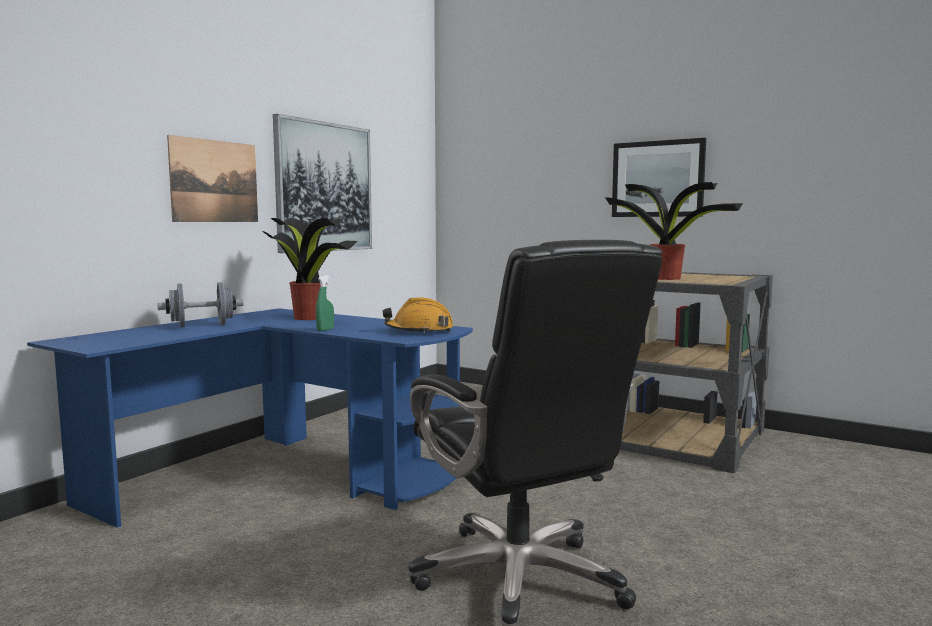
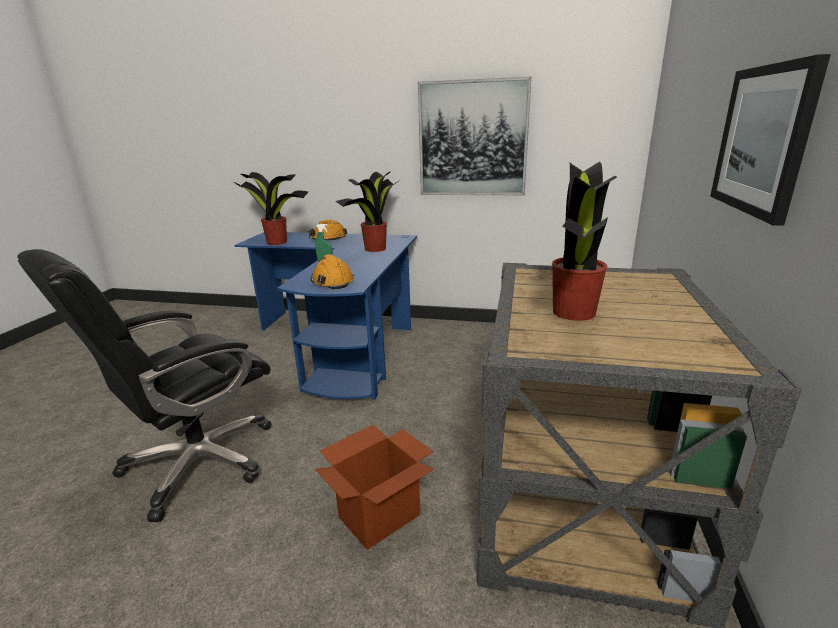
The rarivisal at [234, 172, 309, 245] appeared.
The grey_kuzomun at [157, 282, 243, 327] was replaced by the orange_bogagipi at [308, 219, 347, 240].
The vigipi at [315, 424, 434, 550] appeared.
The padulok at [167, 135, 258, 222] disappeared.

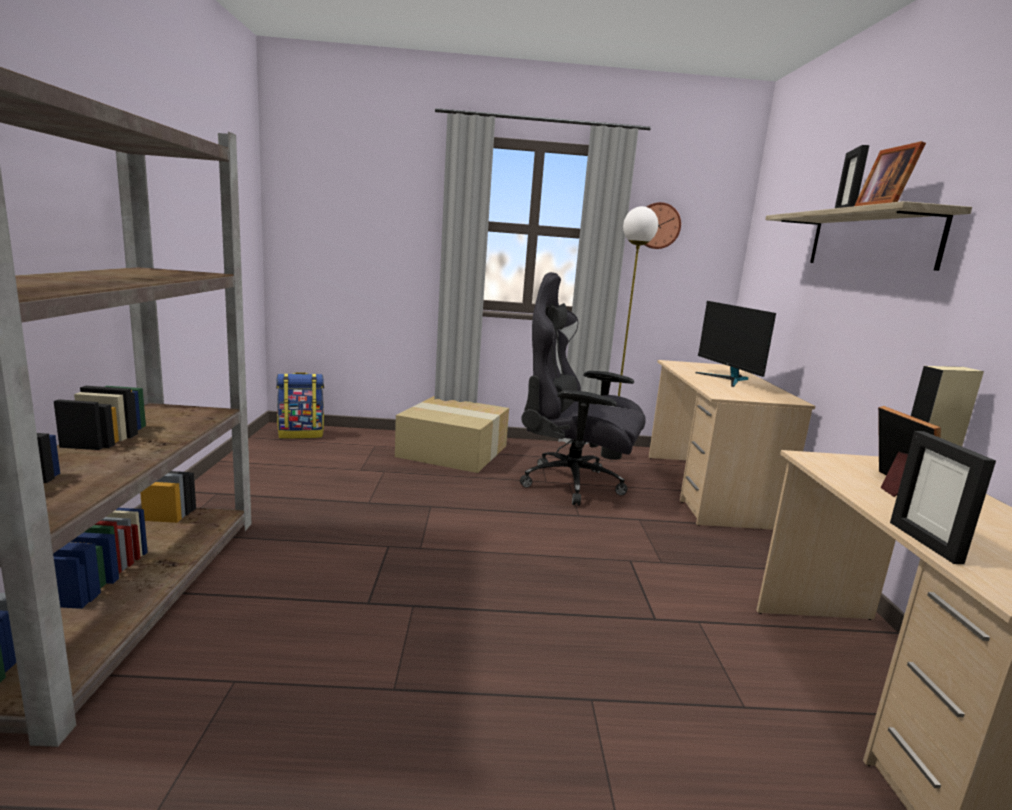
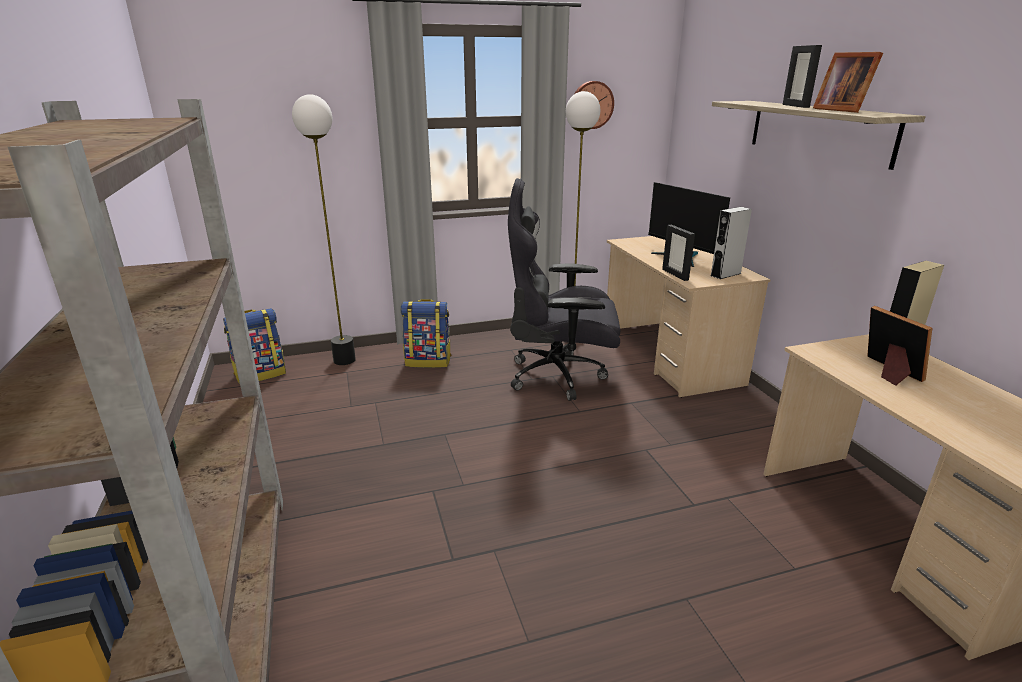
The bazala at [292, 94, 356, 365] appeared.
The vigipi at [395, 396, 509, 473] was replaced by the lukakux at [400, 299, 451, 368].
The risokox moved from [890, 431, 996, 564] to [662, 225, 695, 281].
The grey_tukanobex at [711, 207, 752, 279] appeared.

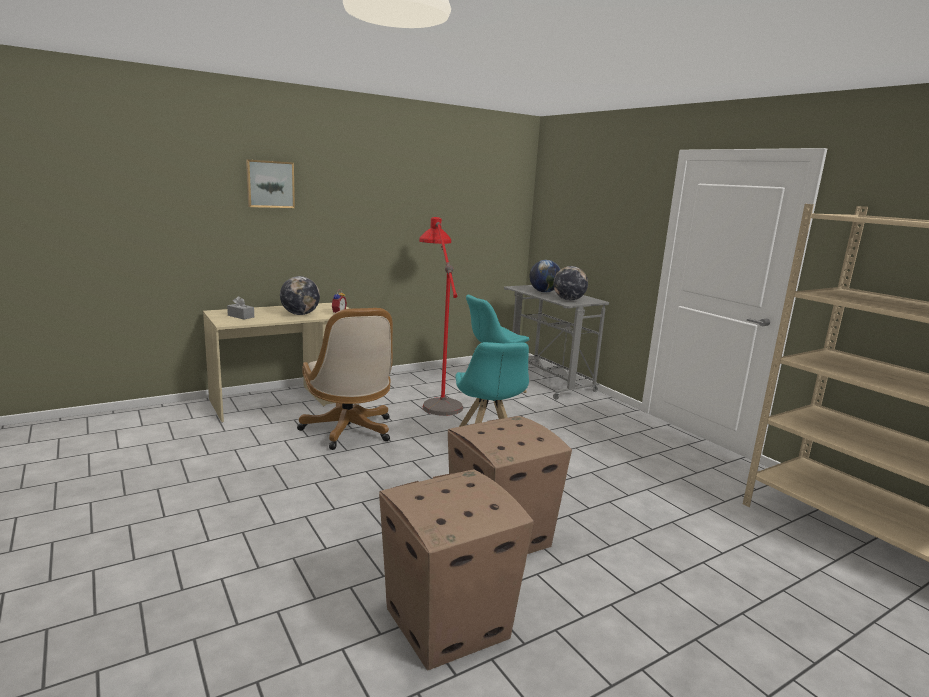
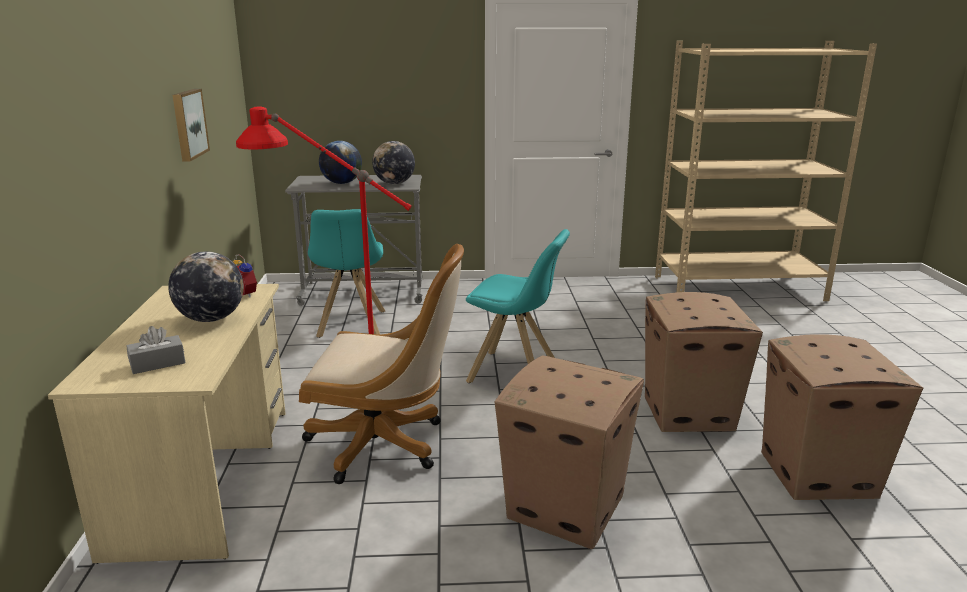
The padulok moved from [246, 160, 295, 208] to [173, 89, 210, 161].
The vigipi at [495, 355, 644, 549] appeared.

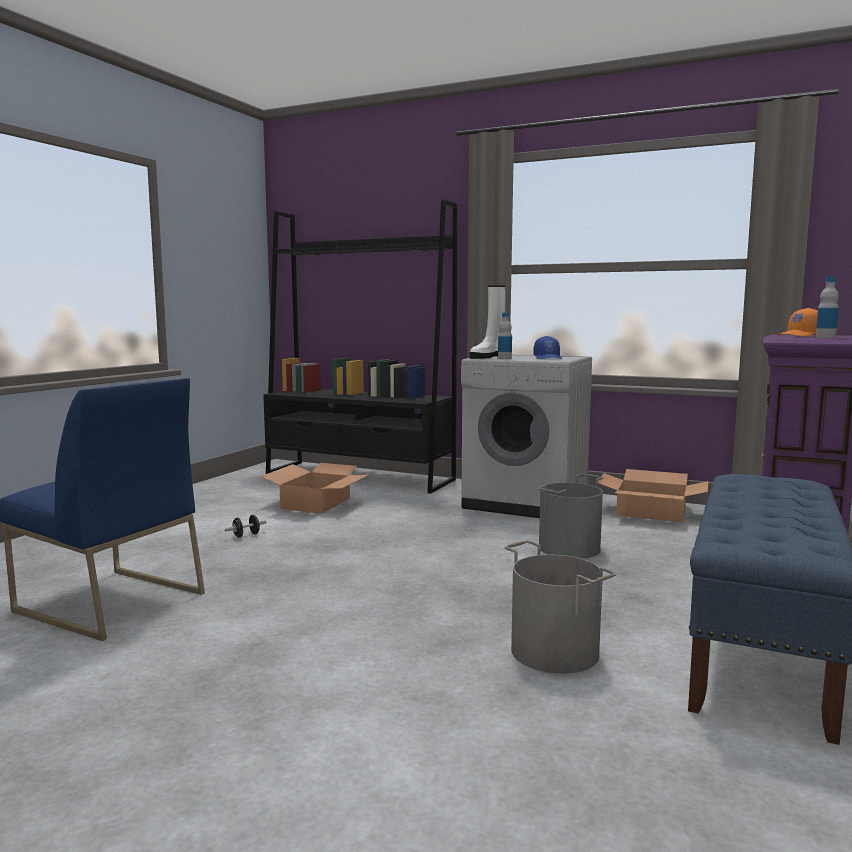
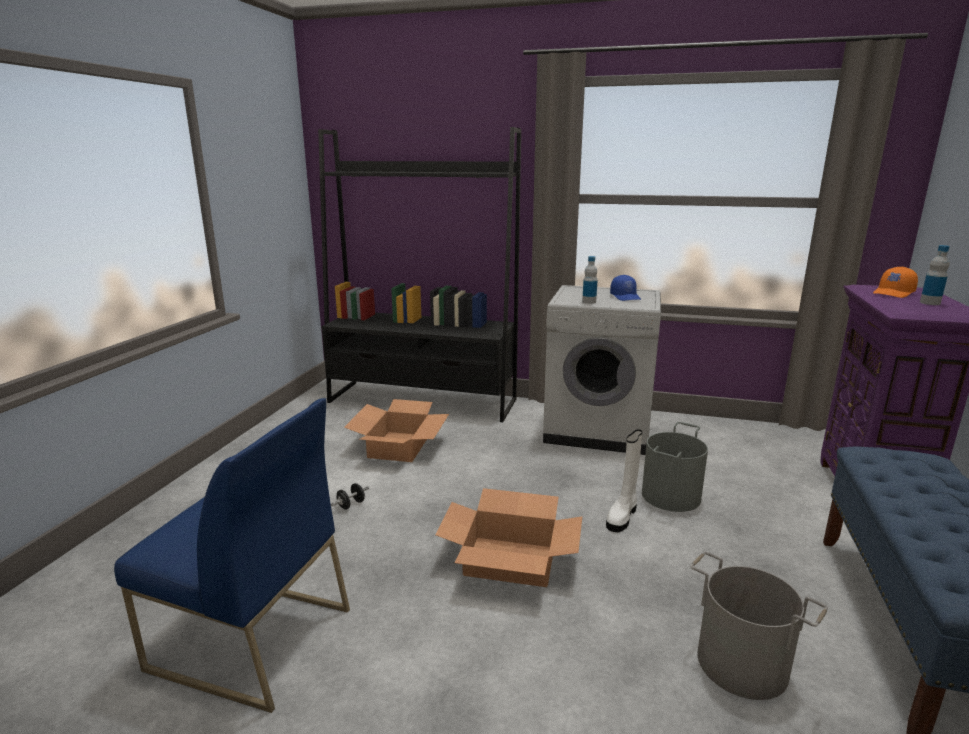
The vigipi moved from [598, 469, 708, 522] to [436, 488, 582, 587].
The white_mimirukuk moved from [469, 285, 506, 359] to [606, 429, 642, 532].

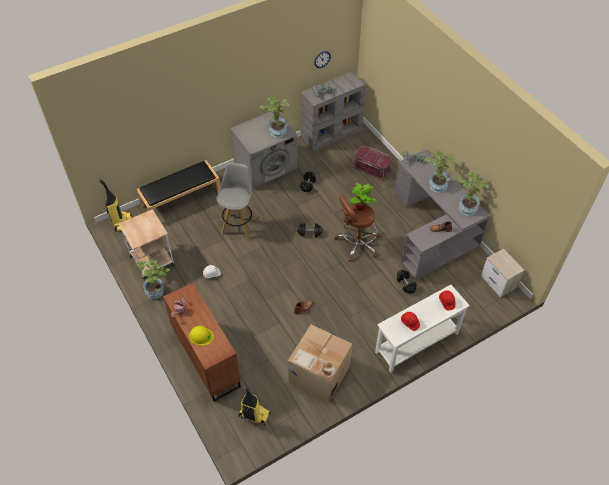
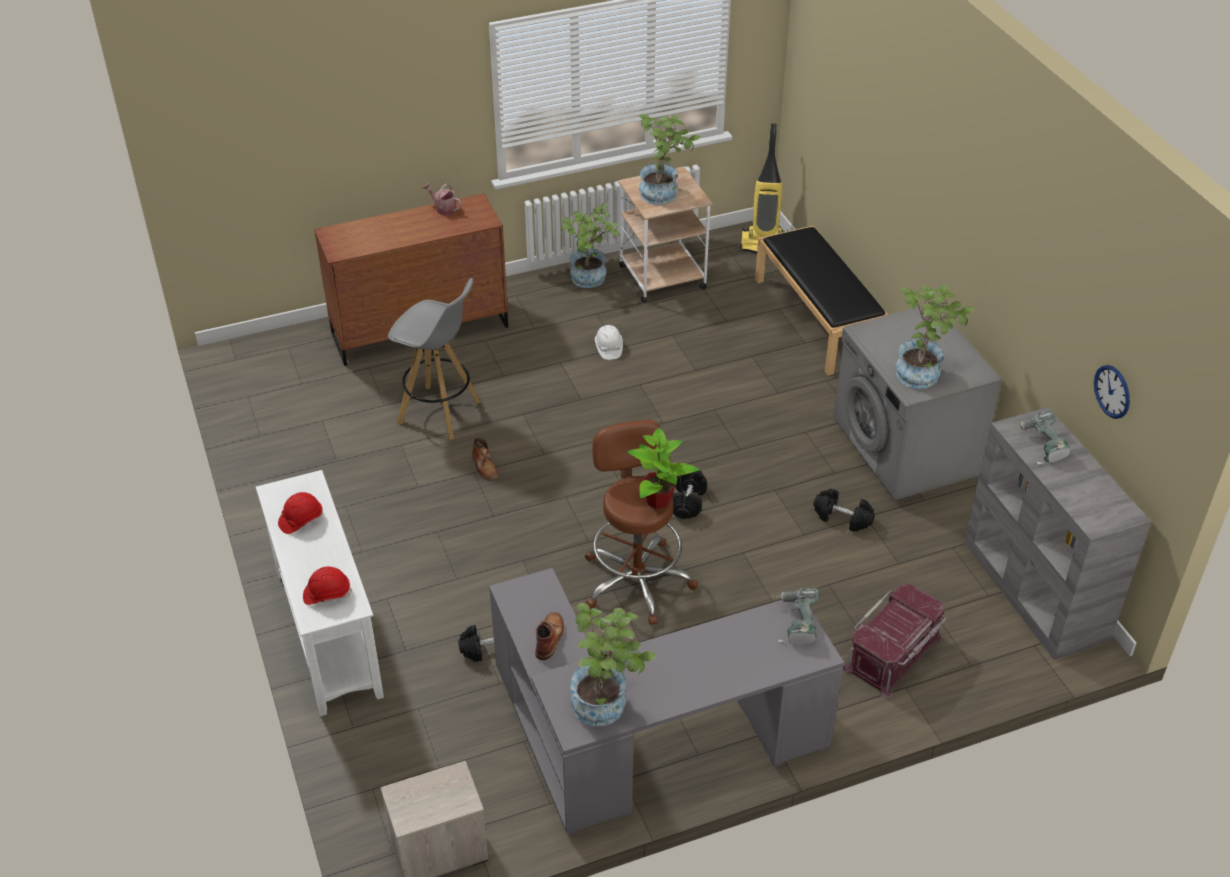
The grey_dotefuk moved from [216, 163, 256, 240] to [388, 278, 481, 440].
The rarivisal moved from [424, 149, 457, 193] to [639, 114, 700, 205].
The yellow_bogagipi at [189, 326, 214, 346] disappeared.
The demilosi at [238, 388, 271, 425] disappeared.
The vigipi at [288, 324, 352, 402] disappeared.

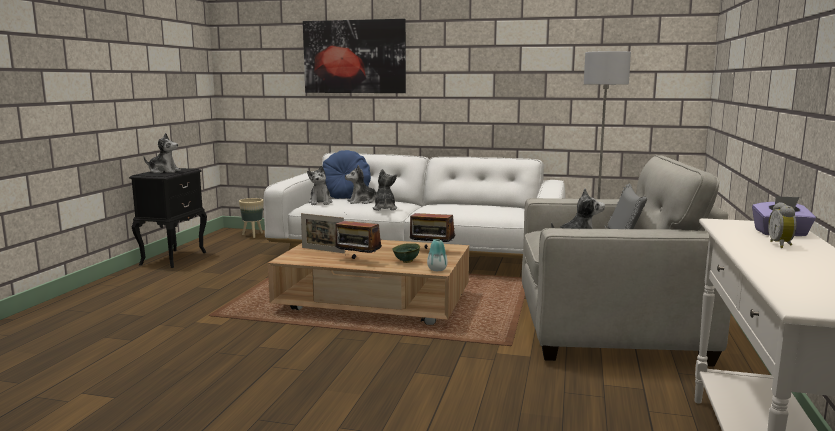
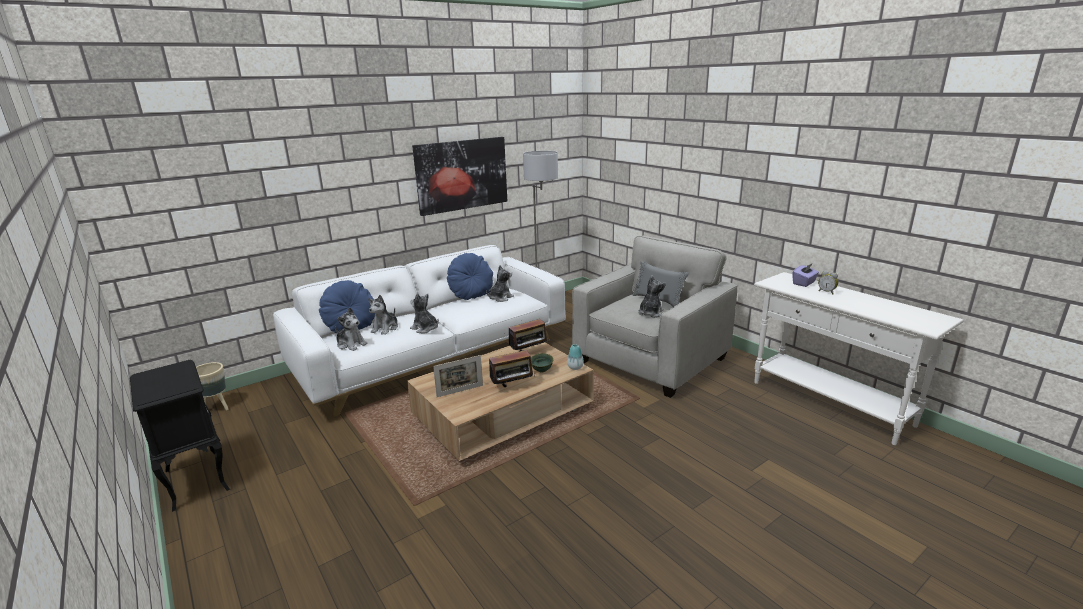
The padulok moved from [303, 19, 406, 93] to [412, 137, 507, 216].
The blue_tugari at [447, 253, 493, 300] appeared.
The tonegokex moved from [144, 133, 181, 173] to [486, 265, 514, 302].

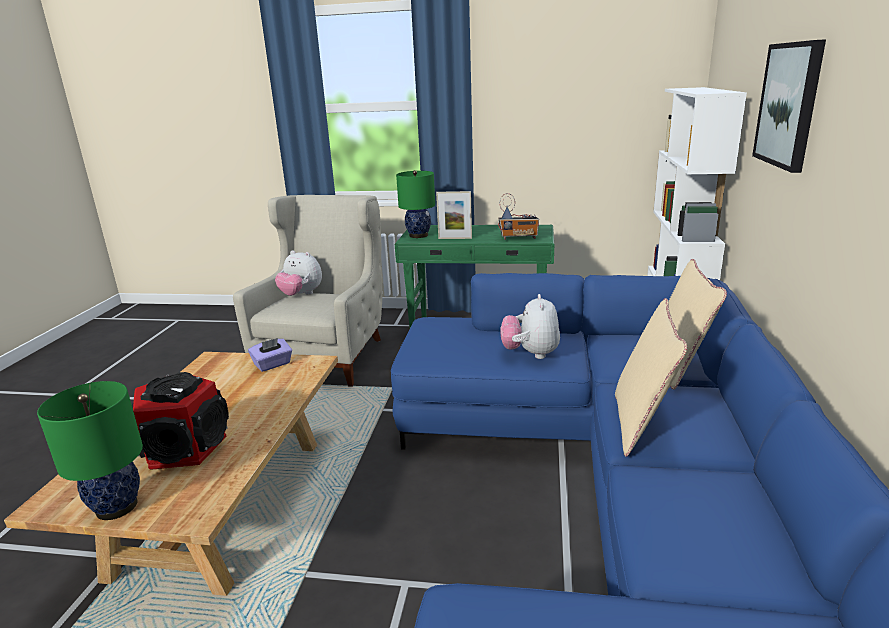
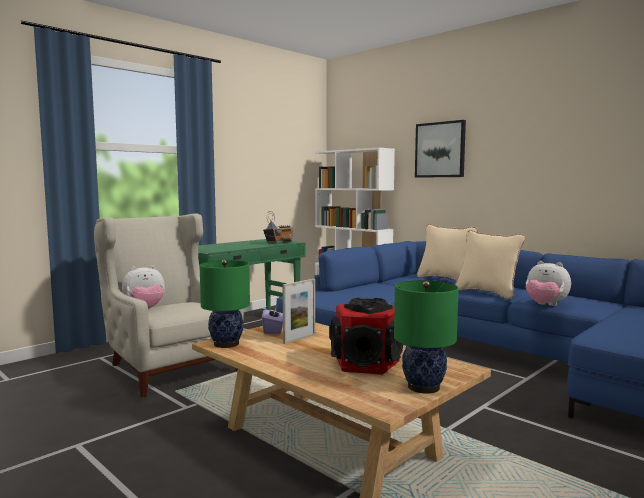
The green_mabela moved from [396, 170, 435, 238] to [200, 260, 250, 348].
The risokox moved from [436, 191, 472, 239] to [283, 279, 315, 344].
The tonegokex moved from [500, 294, 560, 359] to [526, 261, 571, 306].

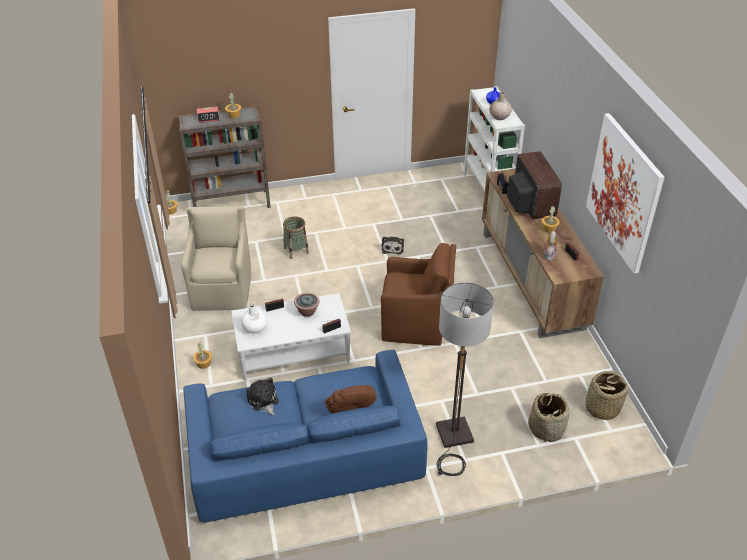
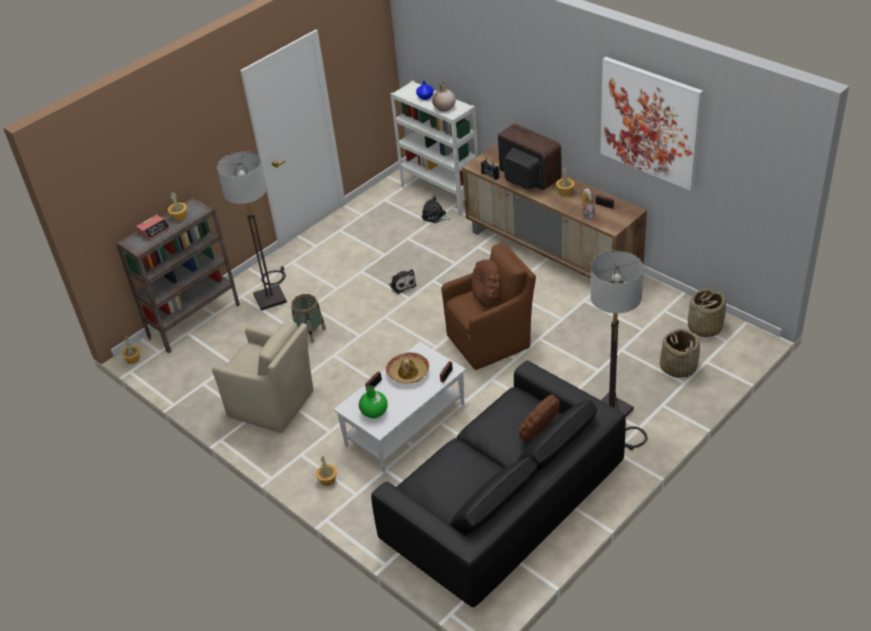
The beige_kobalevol at [181, 206, 251, 311] turned 150 degrees clockwise.
The bazala at [217, 151, 287, 311] appeared.
The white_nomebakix at [241, 304, 267, 334] became the green_nomebakix at [359, 385, 388, 418].
The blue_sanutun at [183, 350, 427, 523] became the black_sanutun at [371, 360, 626, 607].
The rarivisal at [294, 293, 320, 317] was replaced by the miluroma at [386, 353, 429, 384].
The tonegokex moved from [246, 378, 279, 415] to [422, 196, 451, 223].
The brown_tugari at [472, 259, 501, 307] appeared.

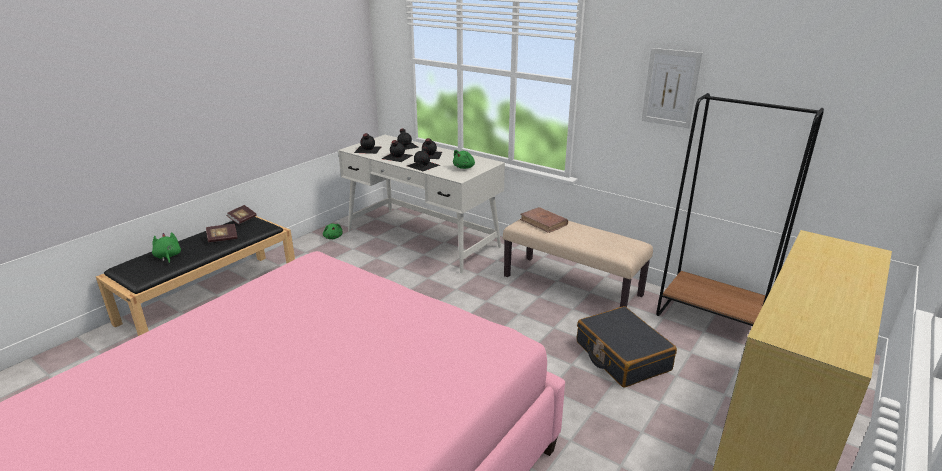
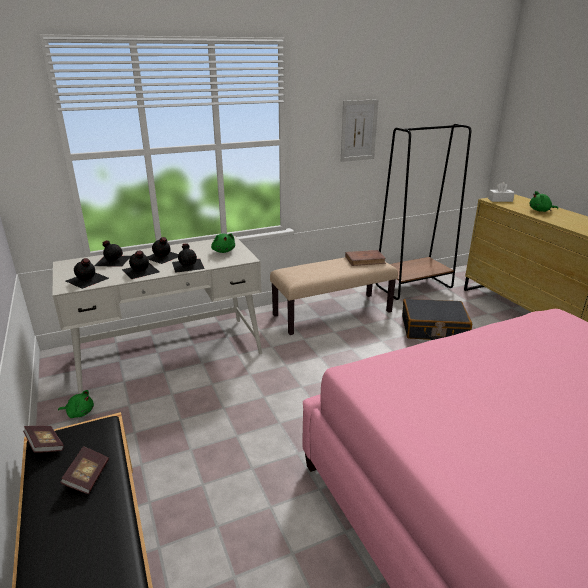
The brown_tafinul moved from [520, 207, 568, 233] to [345, 250, 386, 266].
The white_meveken at [488, 182, 515, 202] appeared.
The green_tonegokex moved from [152, 232, 181, 264] to [530, 191, 558, 212].

